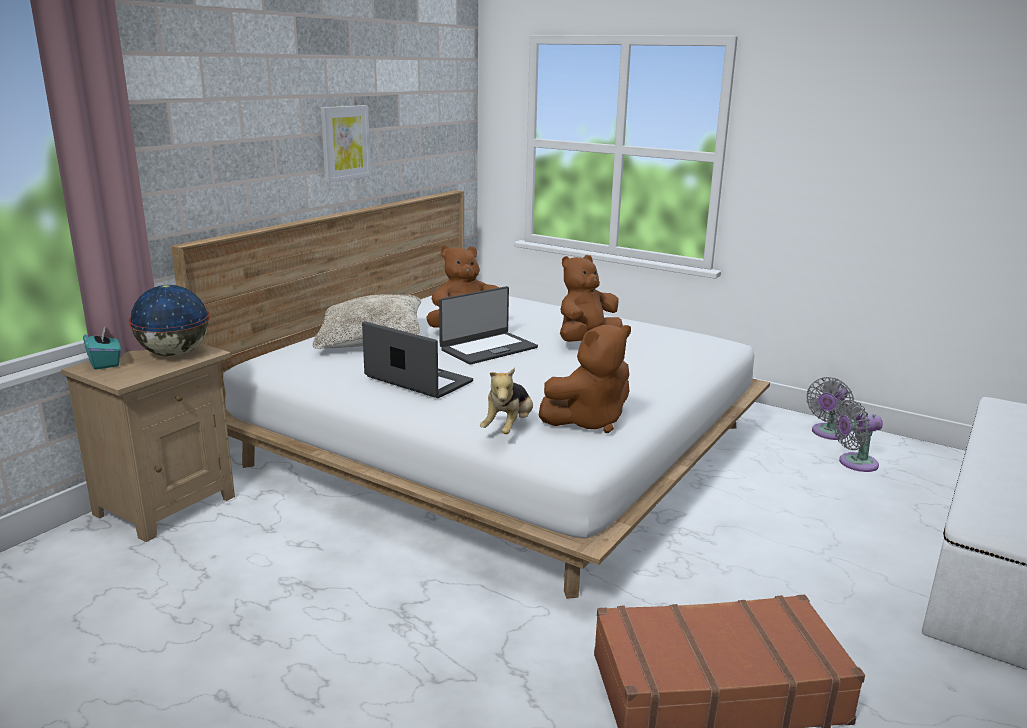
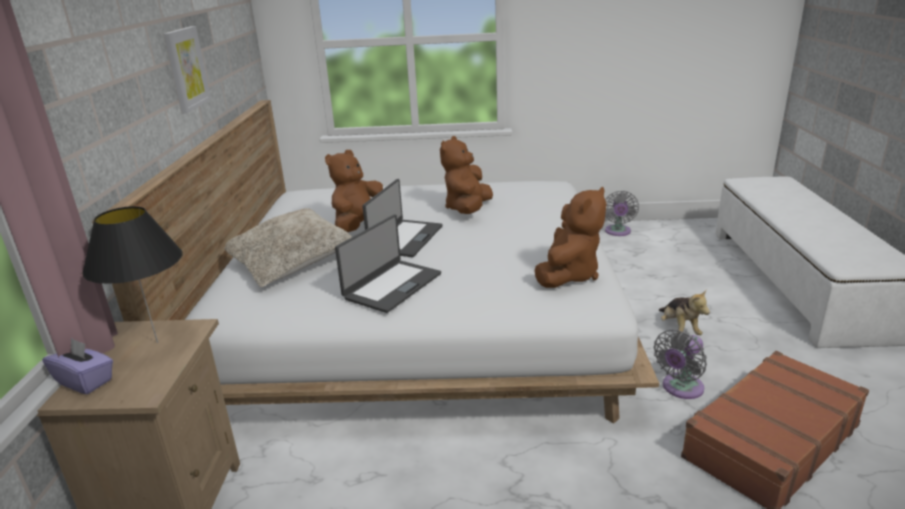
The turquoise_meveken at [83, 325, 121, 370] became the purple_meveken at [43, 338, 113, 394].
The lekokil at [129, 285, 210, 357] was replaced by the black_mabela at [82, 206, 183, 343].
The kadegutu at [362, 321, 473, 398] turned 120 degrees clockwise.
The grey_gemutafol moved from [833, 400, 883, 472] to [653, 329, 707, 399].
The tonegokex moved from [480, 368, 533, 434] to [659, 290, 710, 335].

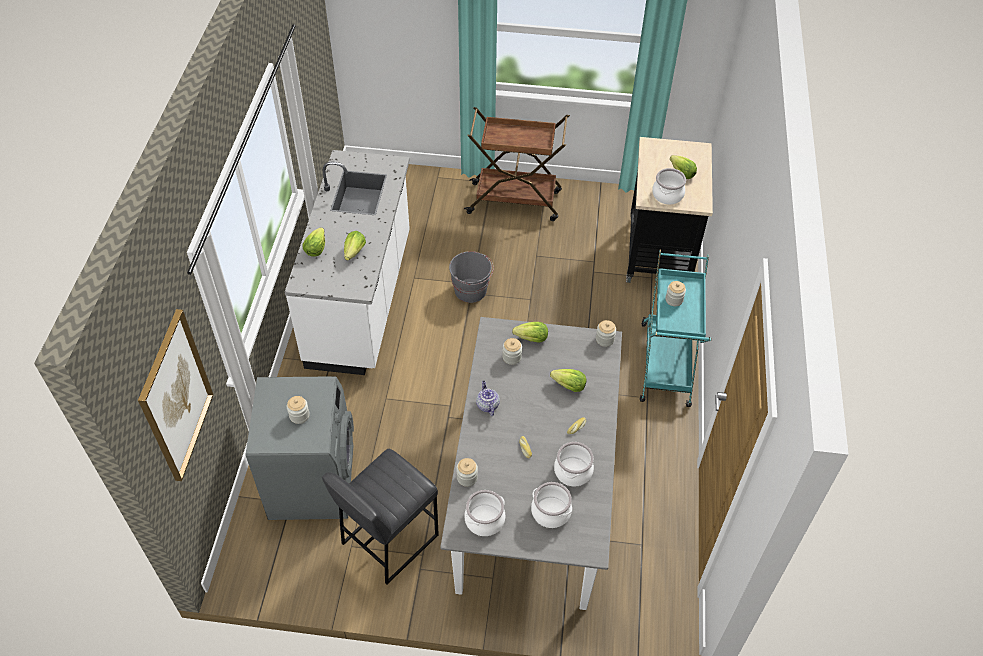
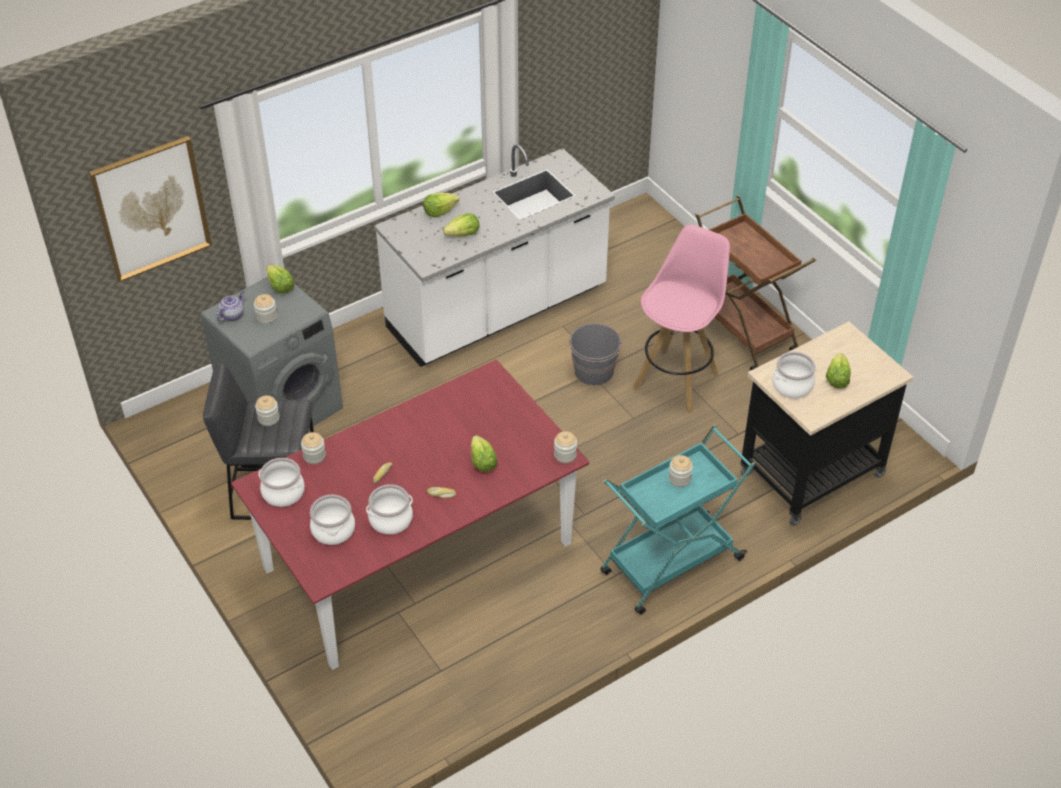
The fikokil moved from [476, 381, 500, 416] to [216, 291, 244, 321].
The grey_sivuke at [440, 317, 622, 610] became the red_sivuke at [231, 360, 589, 670].
The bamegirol moved from [502, 338, 522, 365] to [255, 395, 279, 426].
The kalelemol moved from [512, 322, 548, 343] to [266, 264, 295, 294].
The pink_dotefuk at [633, 225, 730, 413] appeared.

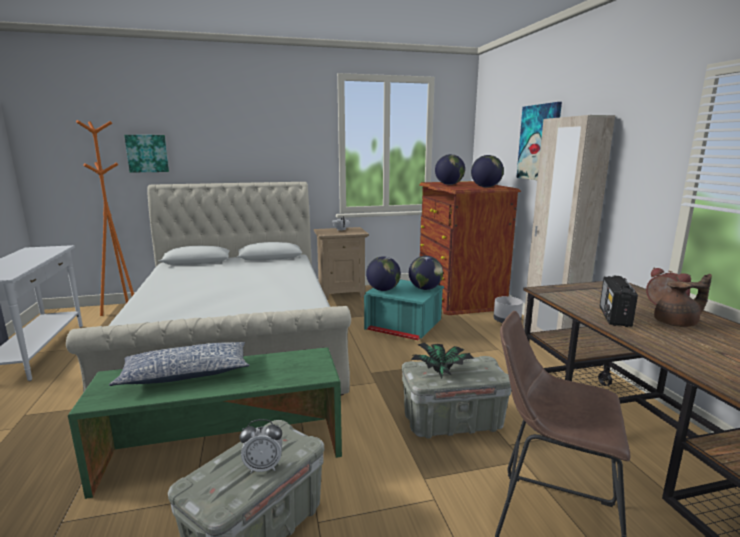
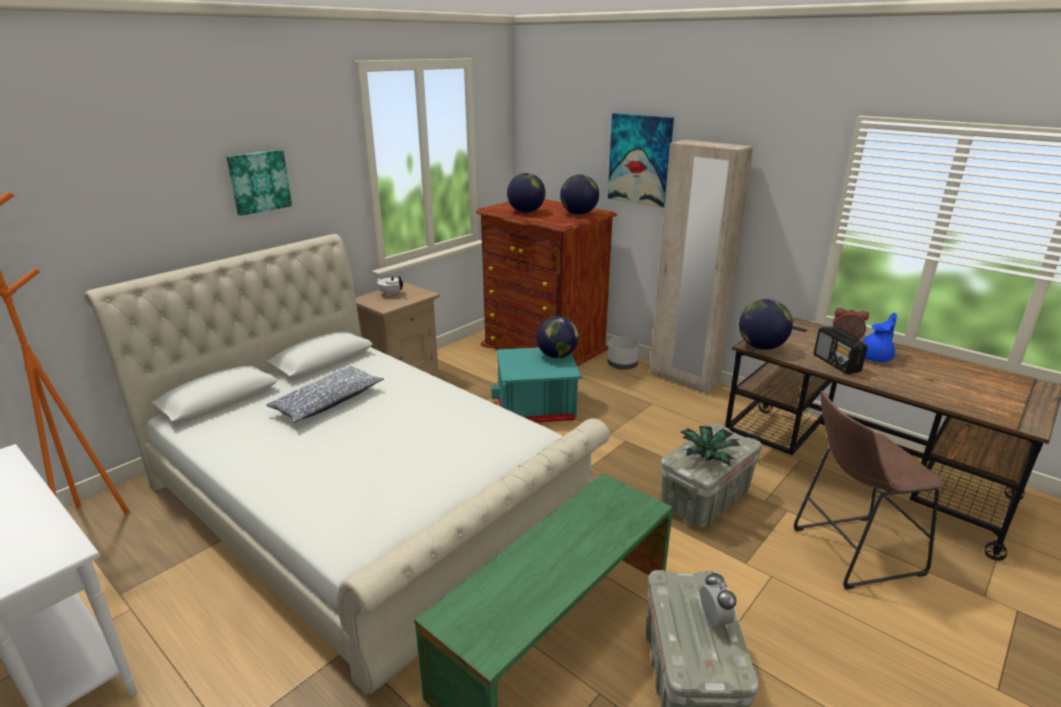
The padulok moved from [124, 135, 169, 173] to [226, 150, 292, 216].
The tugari moved from [109, 342, 250, 386] to [266, 366, 384, 423].
The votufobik at [239, 419, 282, 473] turned 60 degrees counterclockwise.
The lekokil moved from [366, 256, 401, 291] to [739, 299, 793, 350].
The brown_fikokil at [654, 274, 712, 327] became the blue_fikokil at [863, 313, 897, 362].

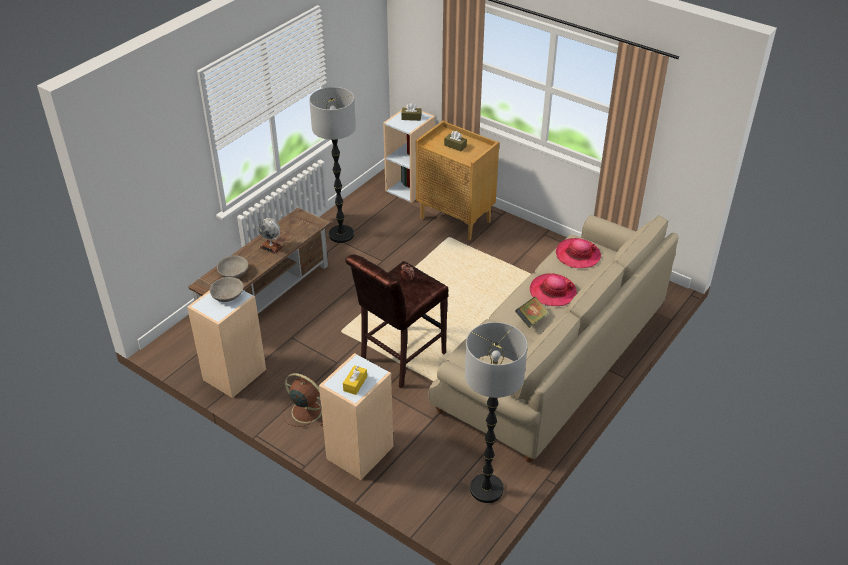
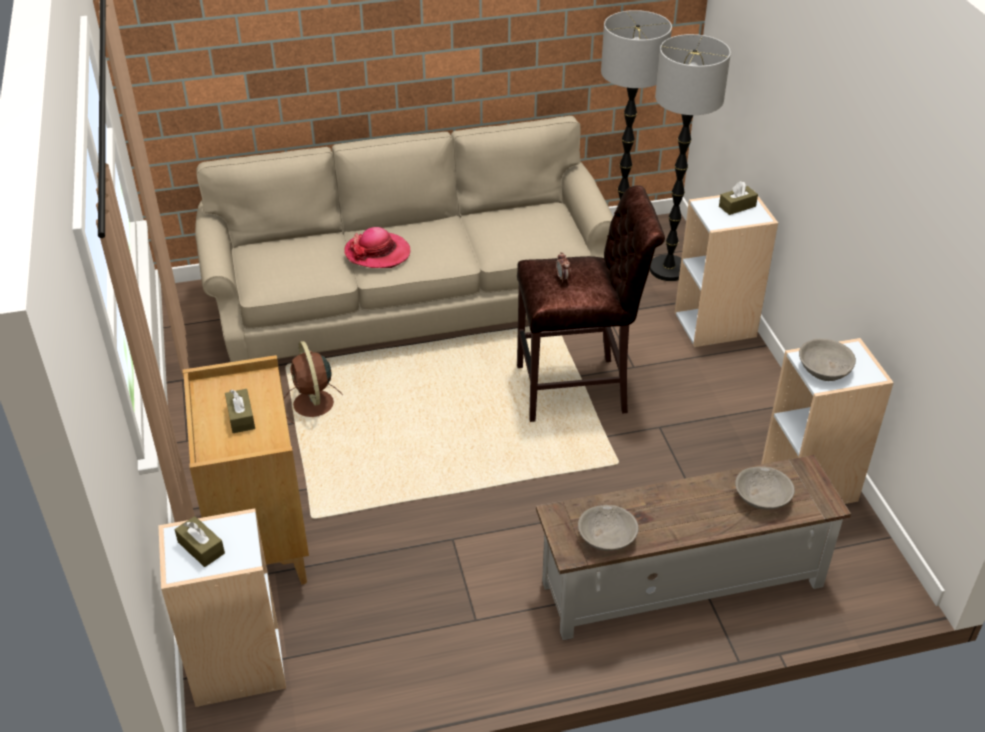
The brown_gemutafol moved from [283, 373, 323, 427] to [284, 341, 343, 424].
The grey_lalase at [578, 505, 639, 551] appeared.
The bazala moved from [309, 87, 356, 243] to [650, 34, 731, 281].
The yellow_meveken at [343, 365, 367, 395] became the brown_meveken at [719, 181, 758, 215].
The lekokil at [258, 218, 283, 254] disappeared.
The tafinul at [515, 297, 549, 328] disappeared.
The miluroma at [556, 238, 601, 268] disappeared.

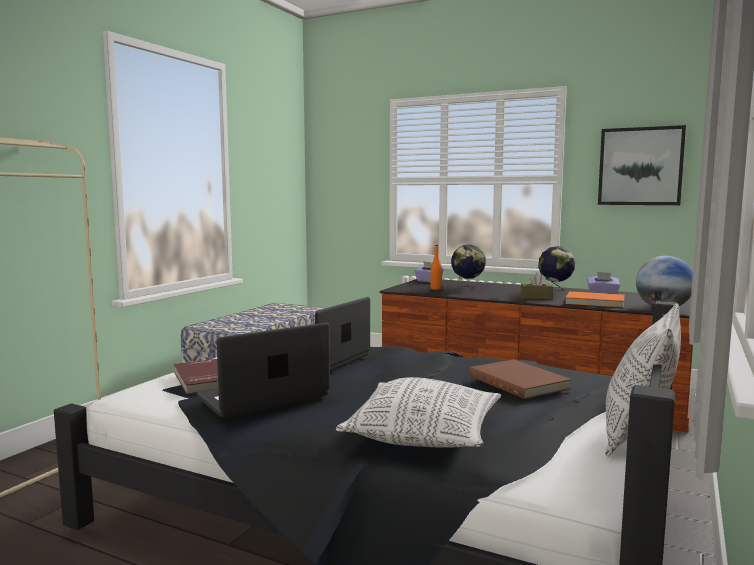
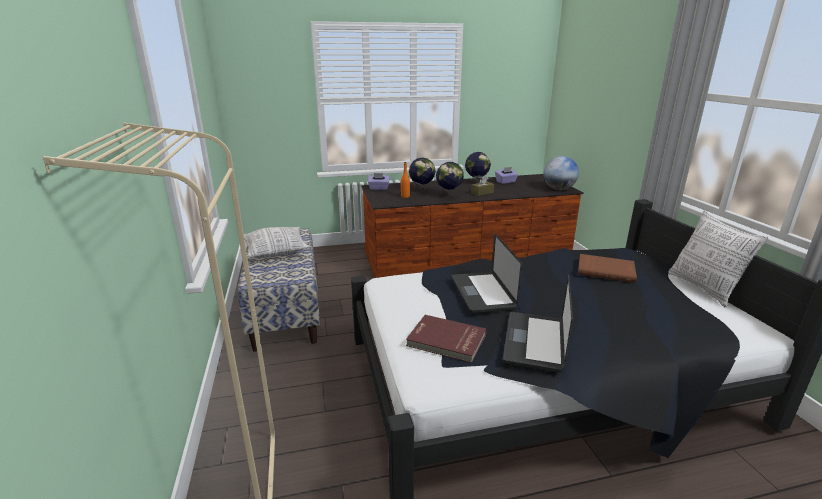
The tugari moved from [336, 377, 501, 447] to [244, 227, 310, 258].
The lekokil at [436, 162, 464, 198] appeared.
The orange_tafinul at [565, 291, 624, 308] disappeared.
The padulok at [598, 125, 686, 205] disappeared.

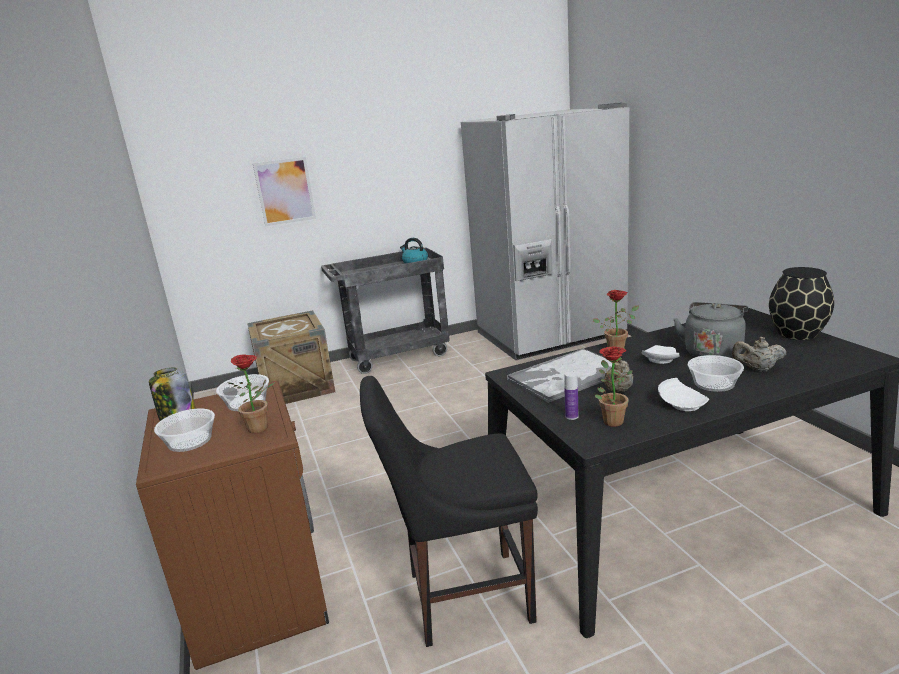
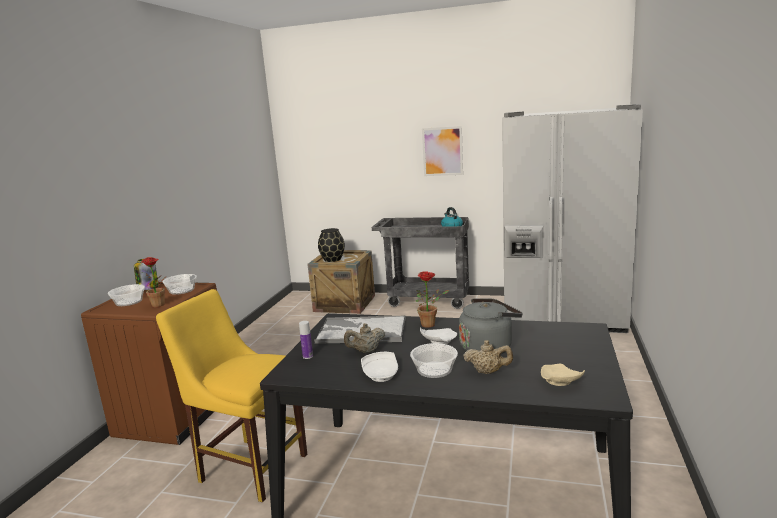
The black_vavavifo at [360, 376, 538, 647] became the yellow_vavavifo at [156, 289, 307, 502].
The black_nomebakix moved from [769, 267, 834, 340] to [318, 228, 345, 262].
The padulok moved from [253, 157, 316, 226] to [422, 126, 463, 176].
The beige_fikokil at [732, 337, 786, 372] turned 150 degrees clockwise.
The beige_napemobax at [541, 364, 585, 386] appeared.
The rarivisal at [595, 347, 633, 427] disappeared.

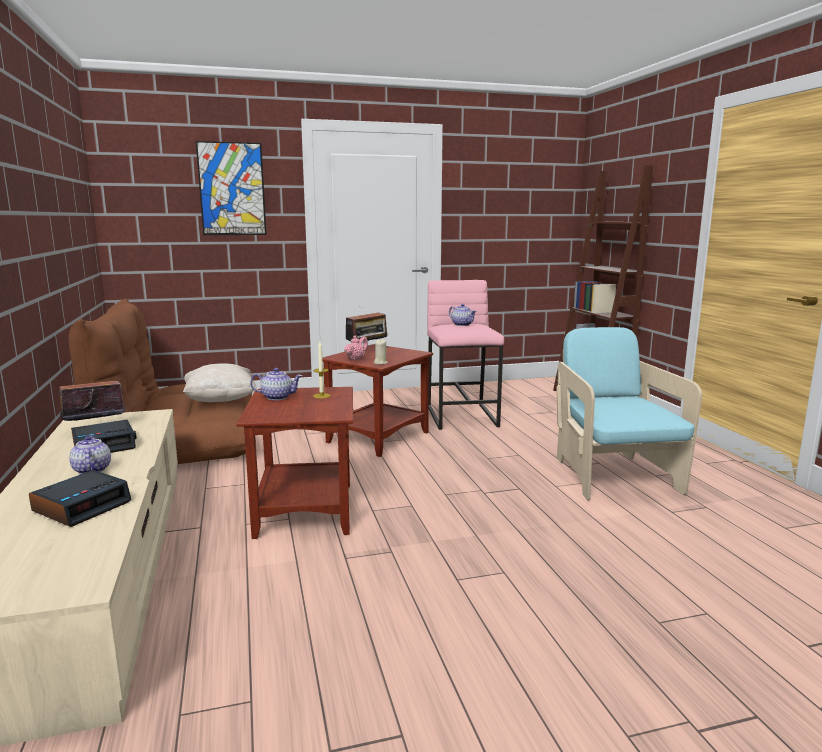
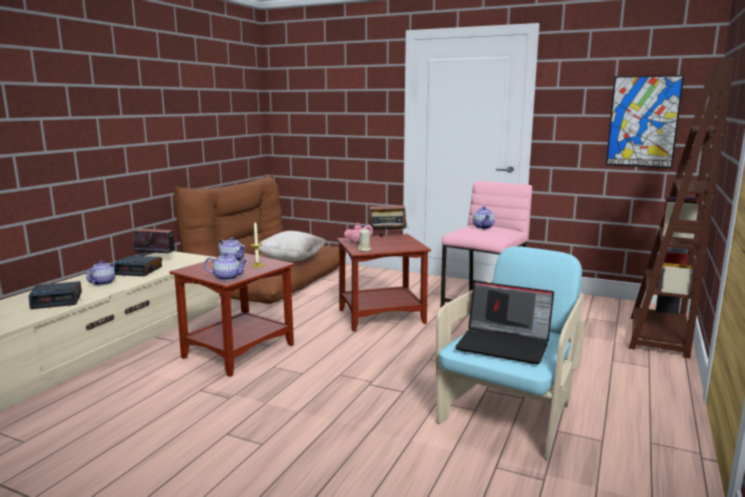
The fikokil at [204, 253, 249, 280] appeared.
The kadegutu at [455, 281, 554, 364] appeared.
The padulok moved from [196, 141, 267, 235] to [606, 75, 684, 168].

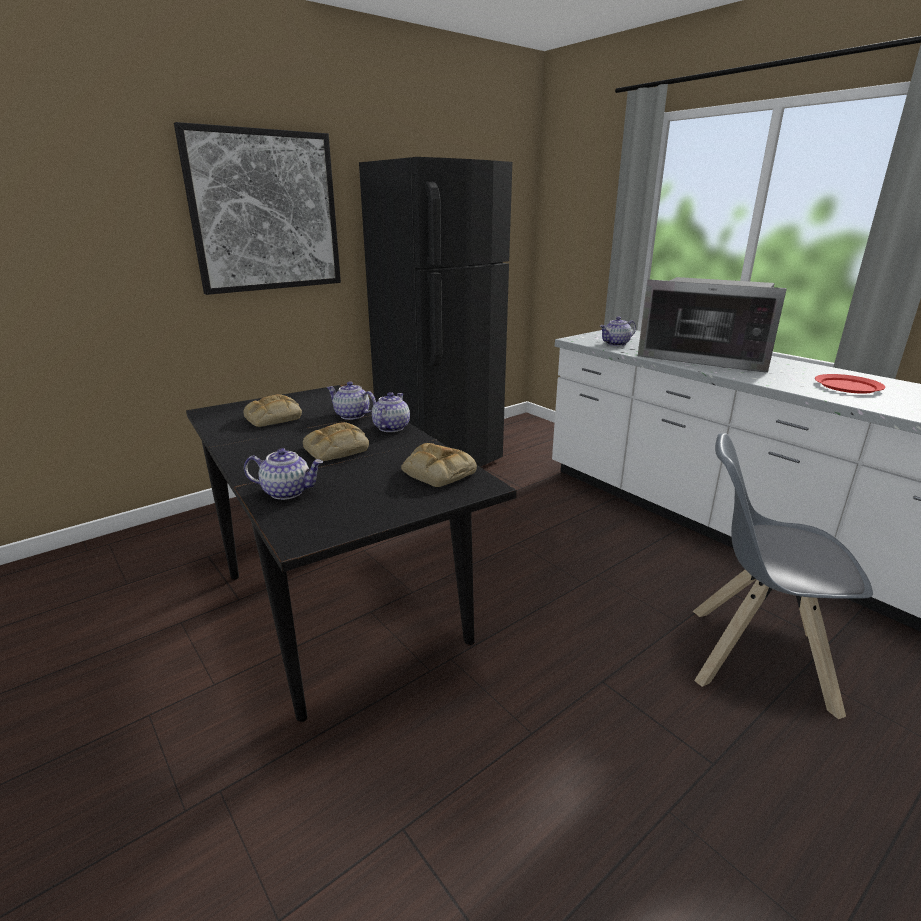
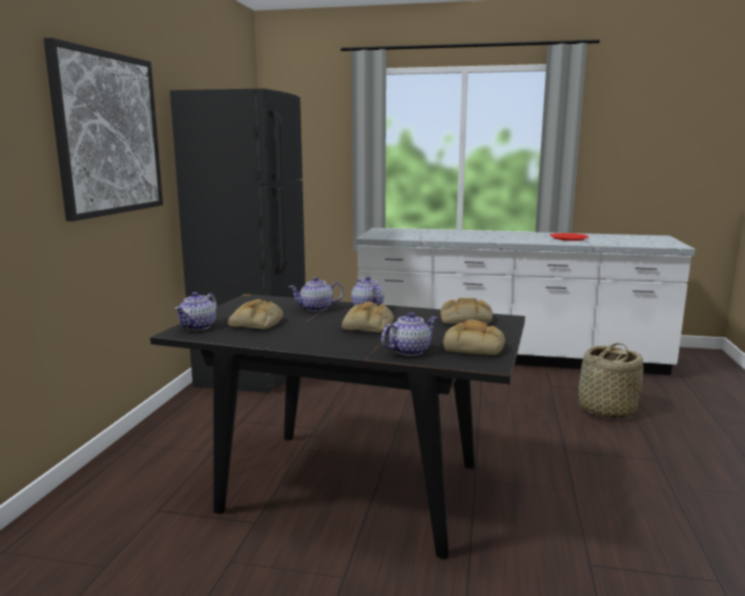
The fikokil moved from [600, 317, 636, 346] to [175, 292, 217, 330].
The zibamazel at [443, 319, 505, 355] appeared.
The grey_vavavifo at [693, 433, 873, 719] was replaced by the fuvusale at [578, 343, 643, 419].
The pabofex at [638, 277, 787, 373] disappeared.

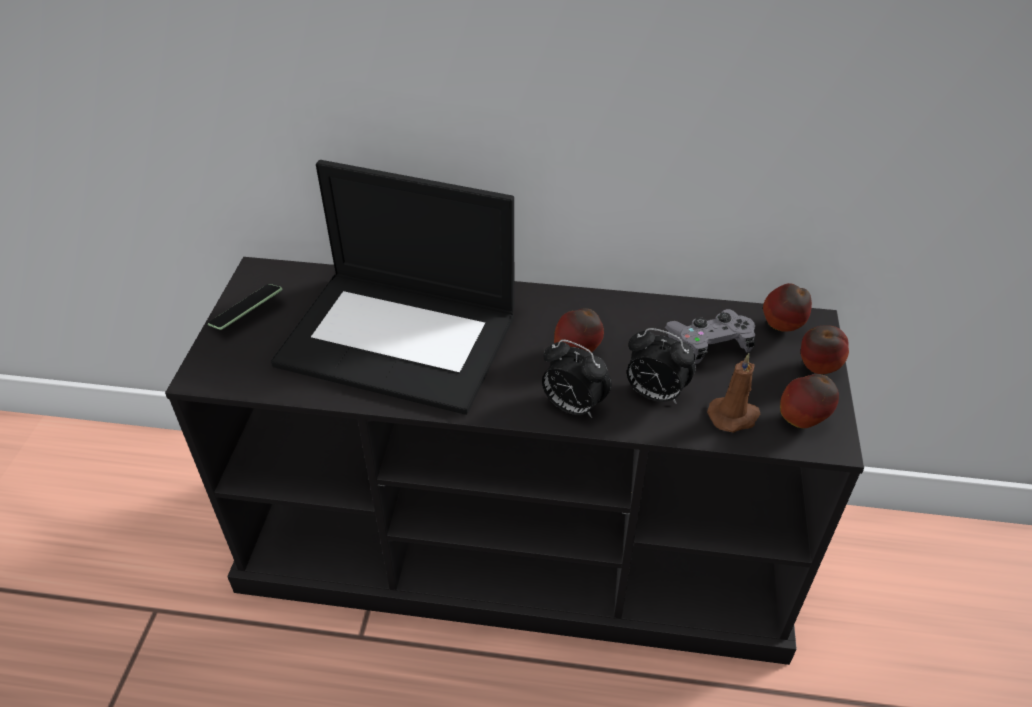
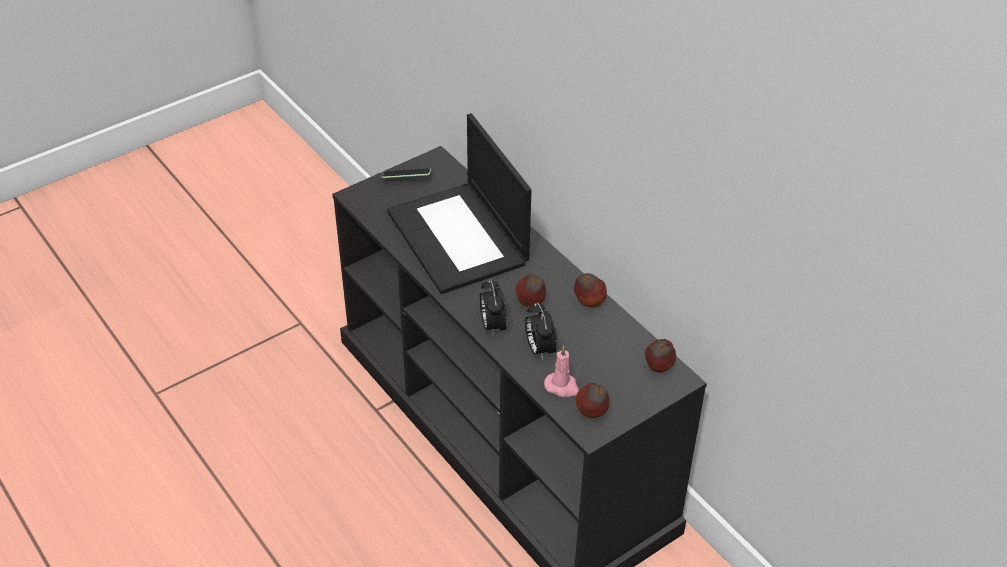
The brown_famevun at [707, 353, 760, 433] became the pink_famevun at [544, 346, 579, 397].
The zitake moved from [801, 325, 849, 374] to [574, 273, 607, 308].
The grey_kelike at [665, 309, 755, 364] disappeared.

